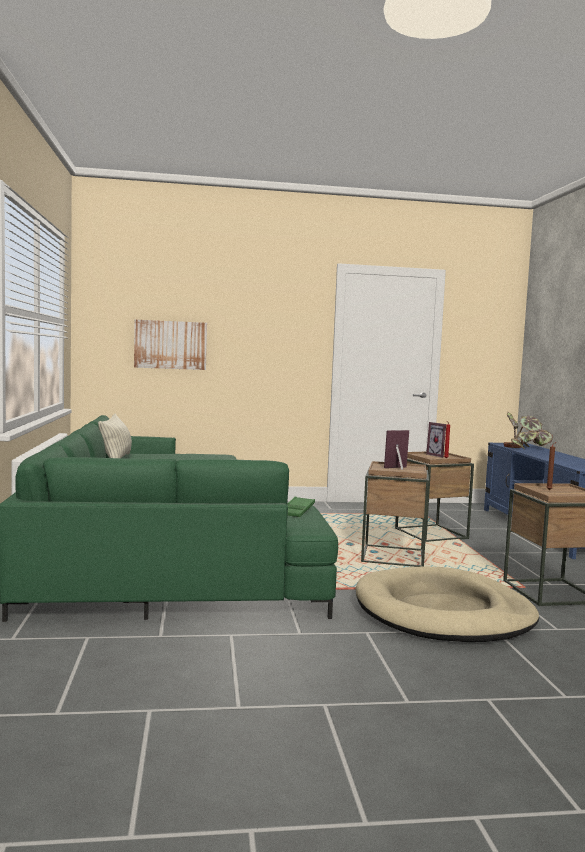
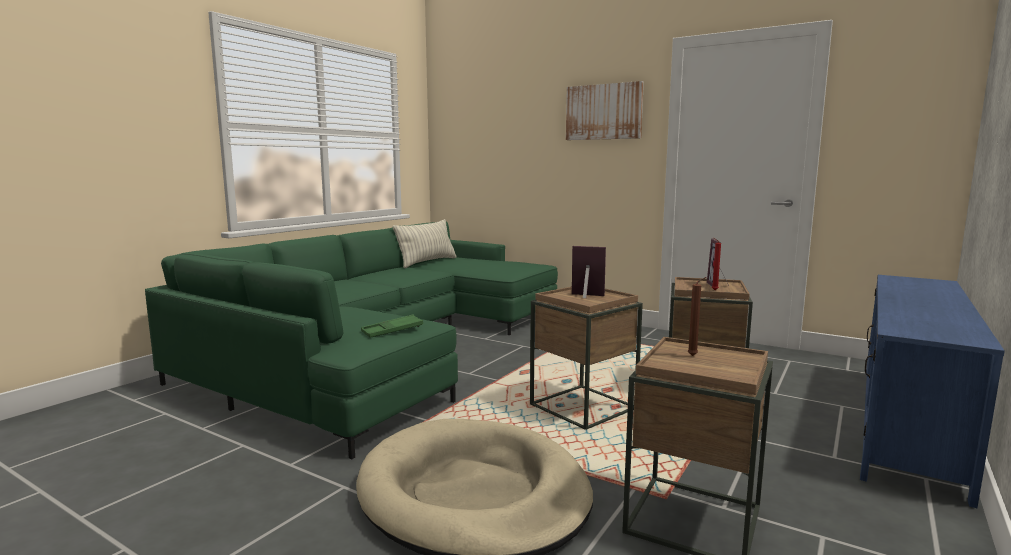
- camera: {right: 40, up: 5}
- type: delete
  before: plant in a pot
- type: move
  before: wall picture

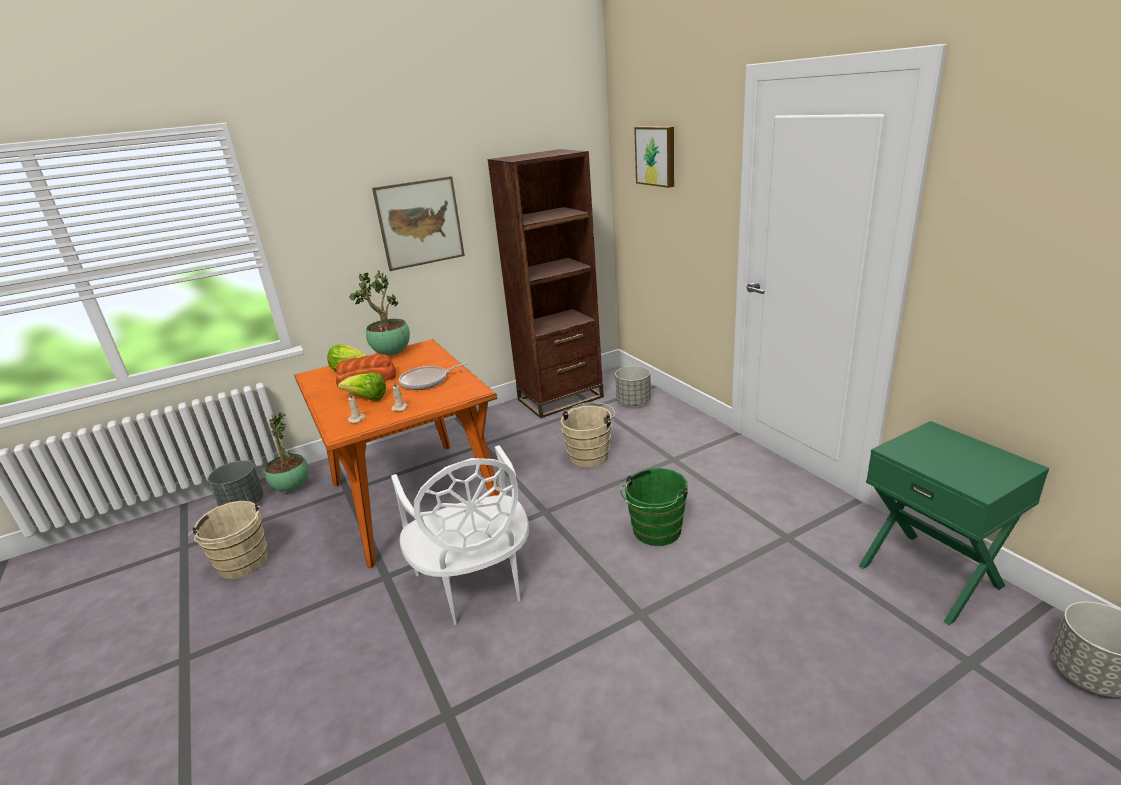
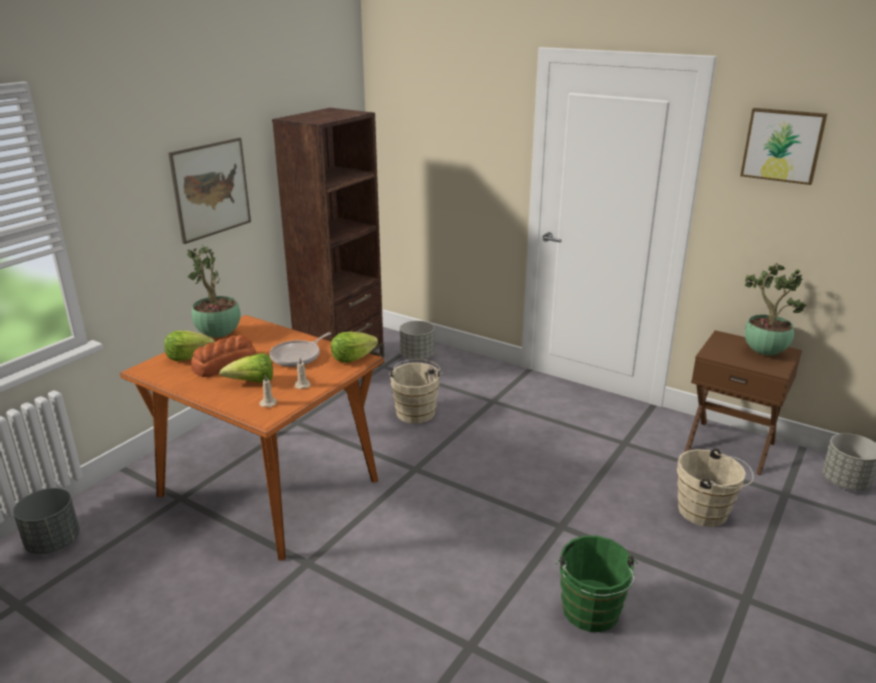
- camera: {right: -30, up: 0}
- type: delete
  before: whitish plain chair
- type: insert
  after: lettuce head (3rd from left)
- type: move
  before: sand-coloured bucket (1st from left in the first image)
  after: sand-coloured bucket (2nd from left)
- type: move
  before: plant in a pot (1st from left in the first image)
  after: plant in a pot (2nd from left)
- type: move
  before: green-coloured bucket
- type: move
  before: wall picture (2nd from left)
- type: recolor
  before: green-coloured nightstand
  after: brownish nightstand

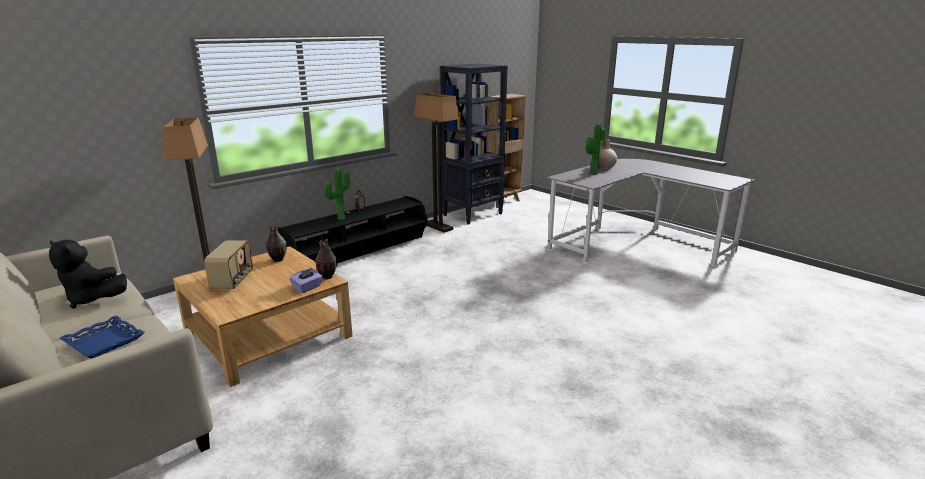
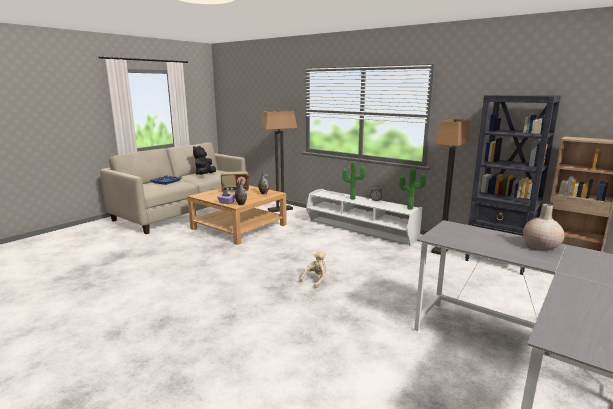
- camera: {right: 80, up: -5}
- type: insert
  after: sand-coloured soft toy
- type: move
  before: plant in a pot (2nd from left)
- type: recolor
  before: black tv stand
  after: whitish tv stand

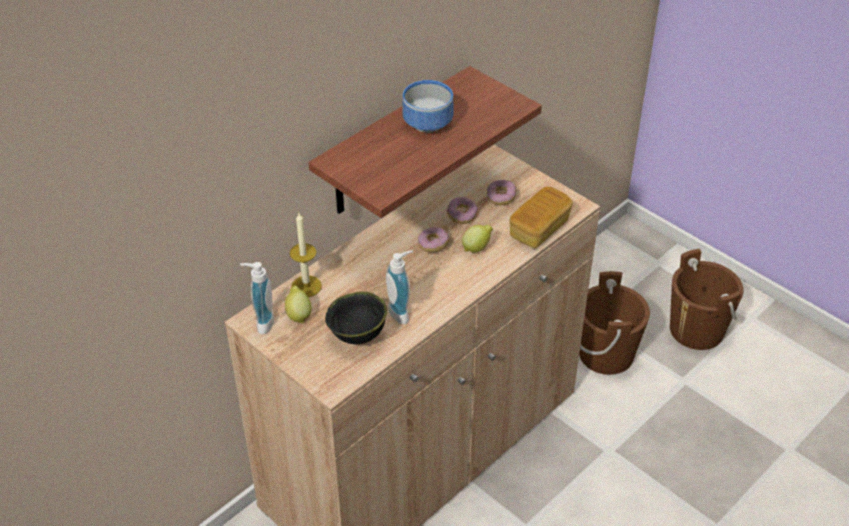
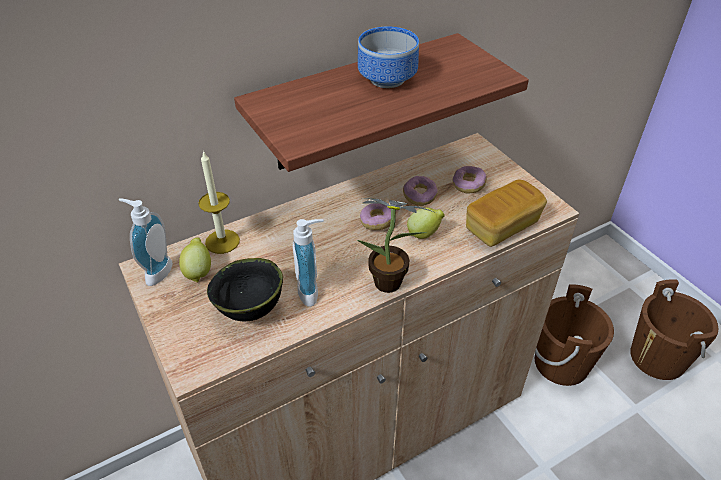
- camera: {right: 15, up: 0}
- type: insert
  after: plant in a pot

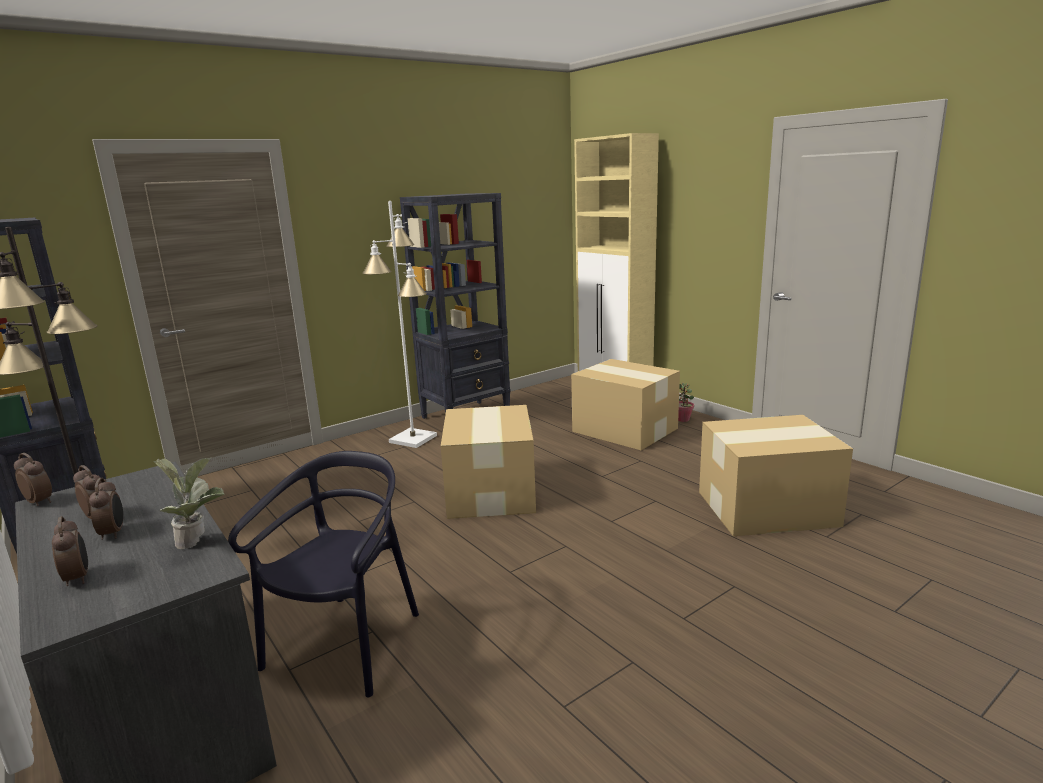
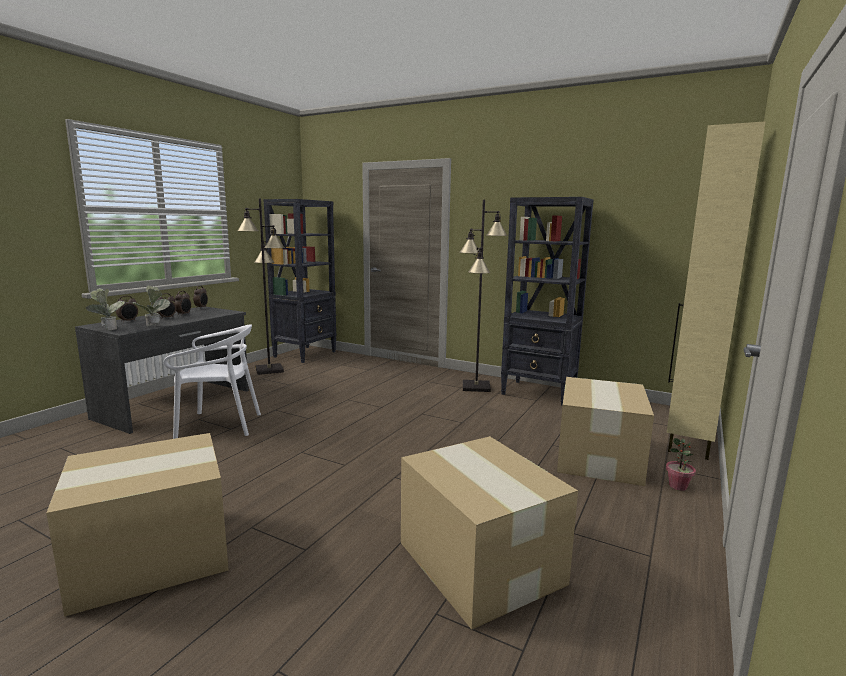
- camera: {right: 65, up: -5}
- type: insert
  after: plant in a pot (1st from left)
- type: move
  before: packing box (1st from left)
- type: recolor
  before: black plain chair
  after: whitish plain chair
- type: recolor
  before: whitish floor lamp
  after: black floor lamp (2nd from left)

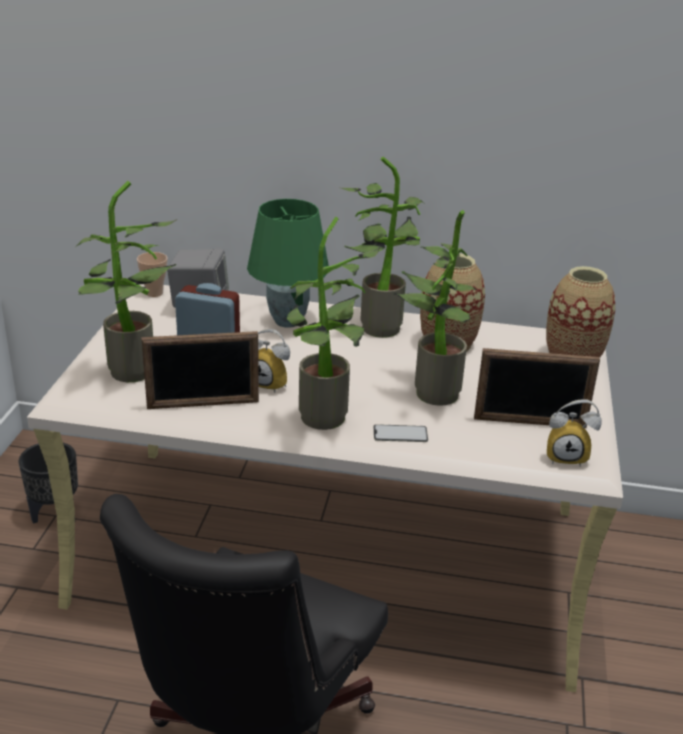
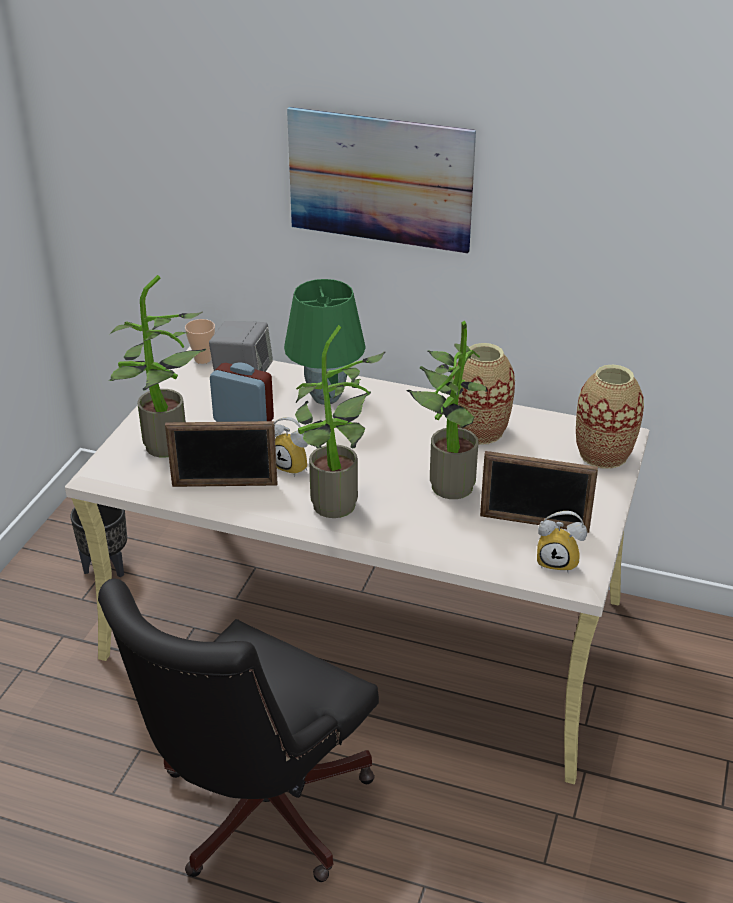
- camera: {right: 10, up: 5}
- type: delete
  before: plant in a pot (3rd from left)
- type: delete
  before: phone
- type: insert
  after: wall picture

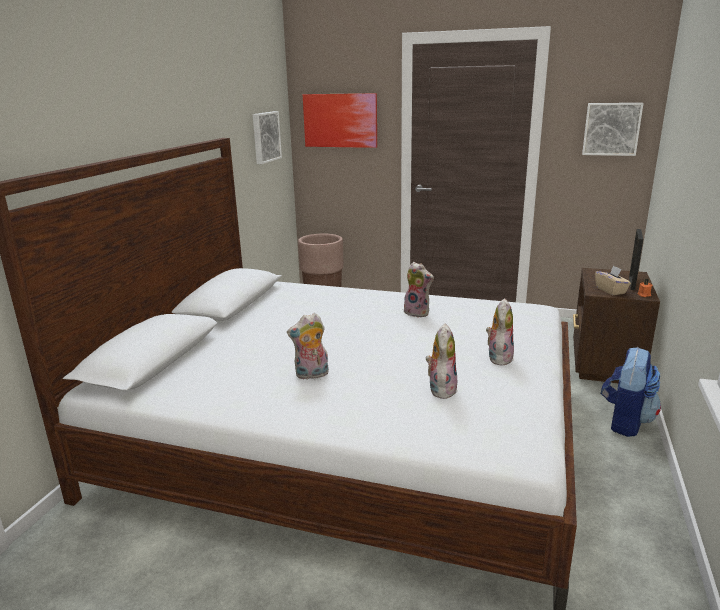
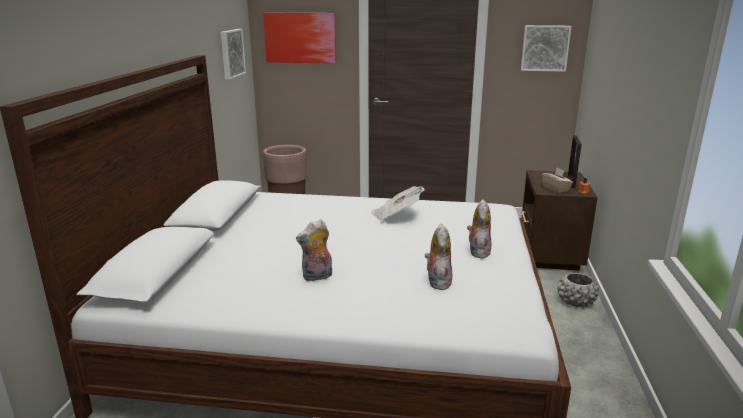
- camera: {right: -10, up: 0}
- type: replace
  before: soft toy (2nd from left)
  after: newspaper
- type: replace
  before: backpack
  after: greyish plant pot

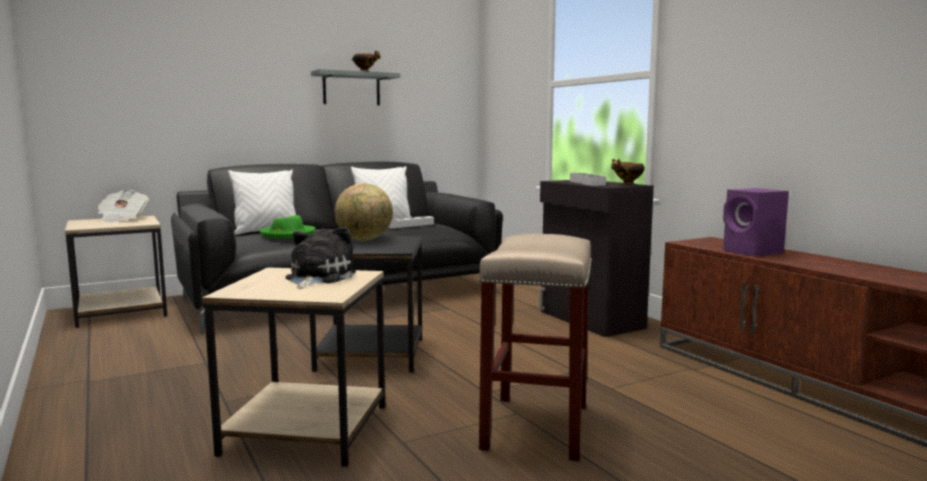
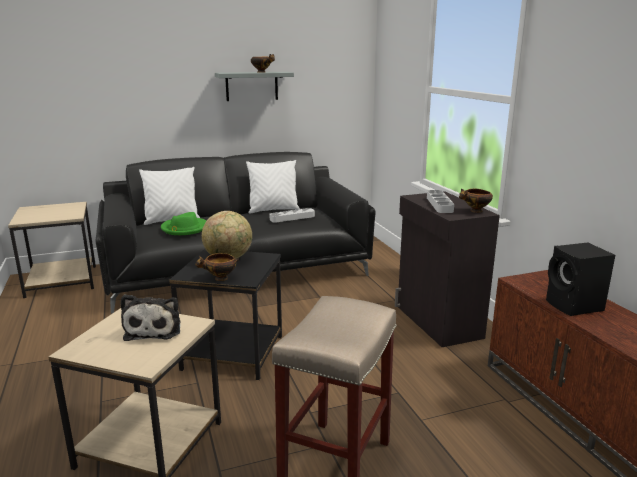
- camera: {right: 10, up: 10}
- type: delete
  before: newspaper
- type: insert
  after: deep dish (1st from left)
- type: recolor
  before: purple-coloured audio speaker
  after: black audio speaker
- type: rotate
  before: soft toy
  turn: 150

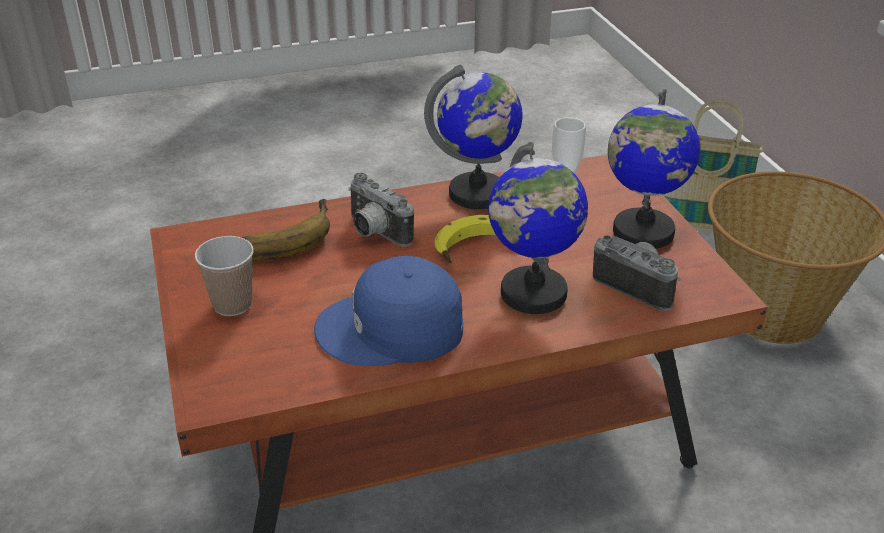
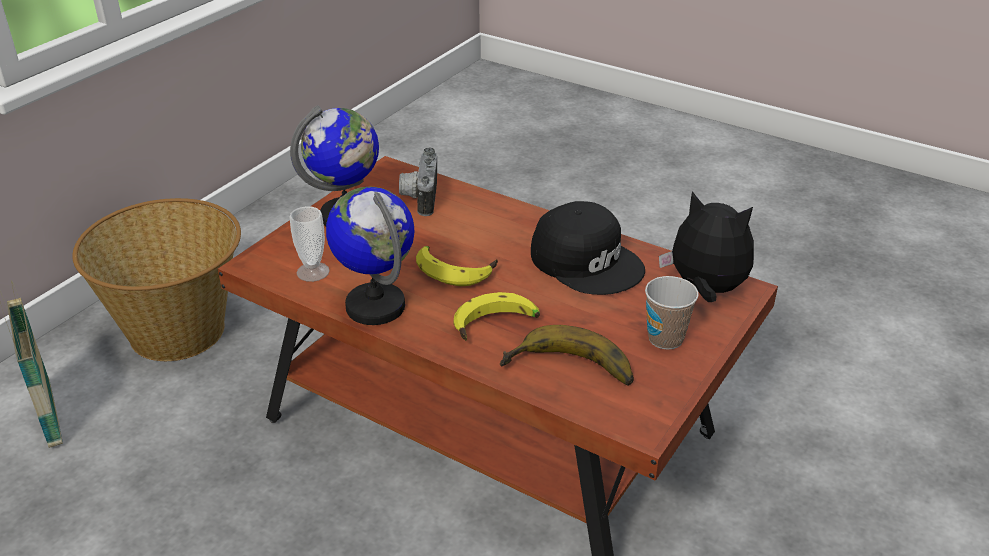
- camera: {right: -130, up: 0}
- type: delete
  before: globe (2nd from left)
- type: insert
  after: soft toy
- type: replace
  before: still camera (1st from left)
  after: whole banana (2nd from left)
- type: recolor
  before: blue peaked cap
  after: black peaked cap

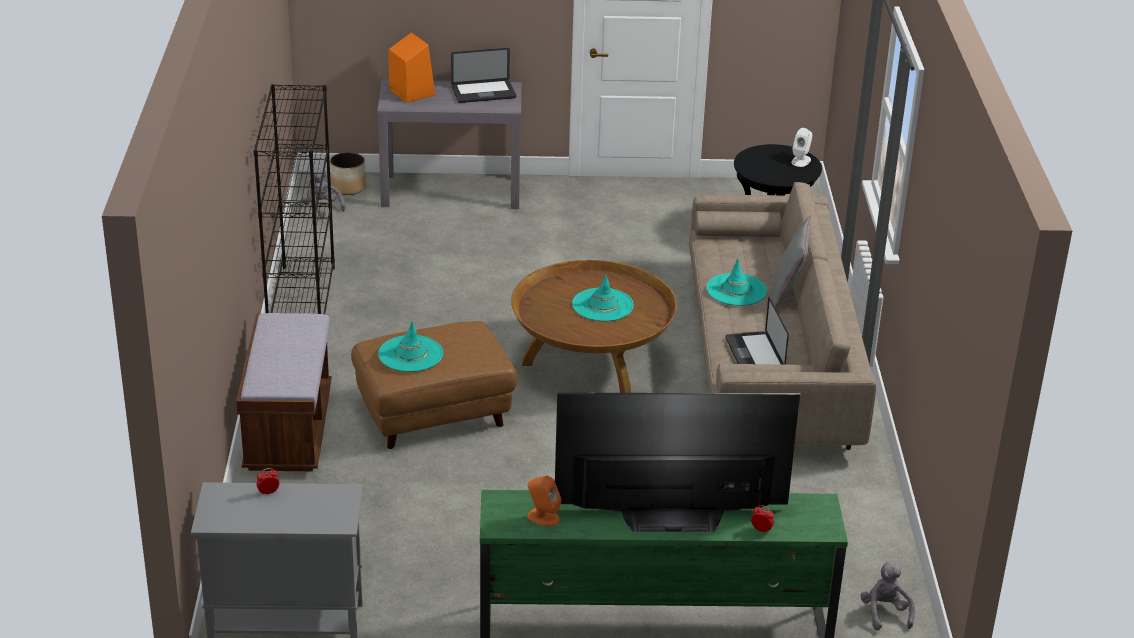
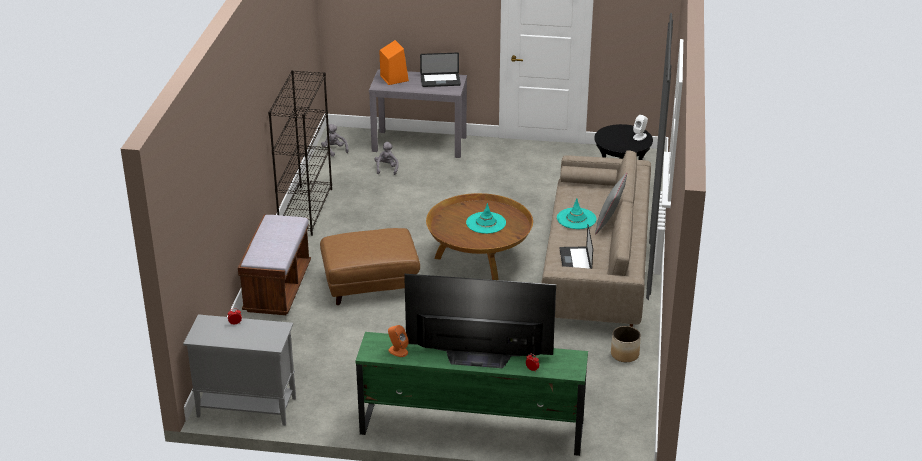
- camera: {right: 10, up: 0}
- type: delete
  before: turquoise clothing hat (1st from left)
- type: move
  before: plant pot
- type: move
  before: greyish soft toy (2nd from left)

